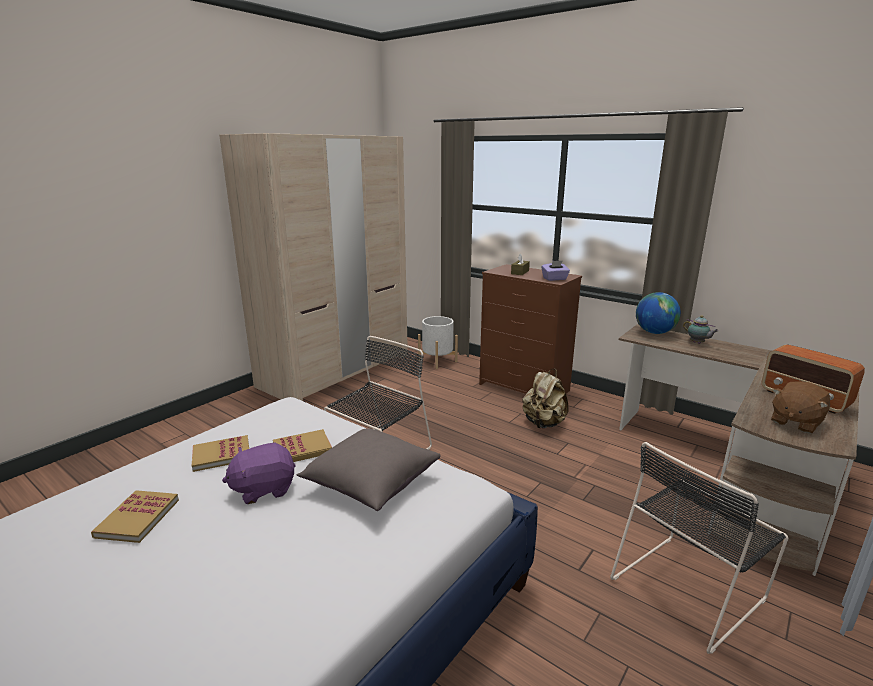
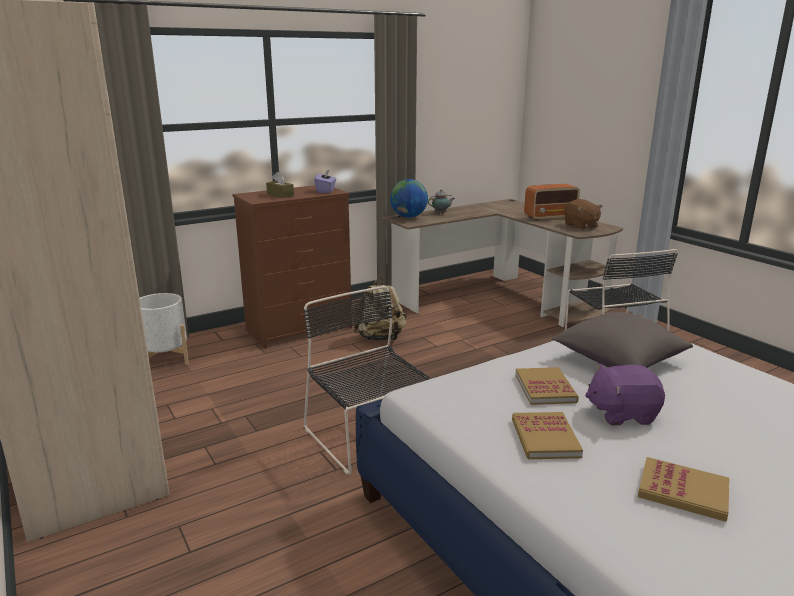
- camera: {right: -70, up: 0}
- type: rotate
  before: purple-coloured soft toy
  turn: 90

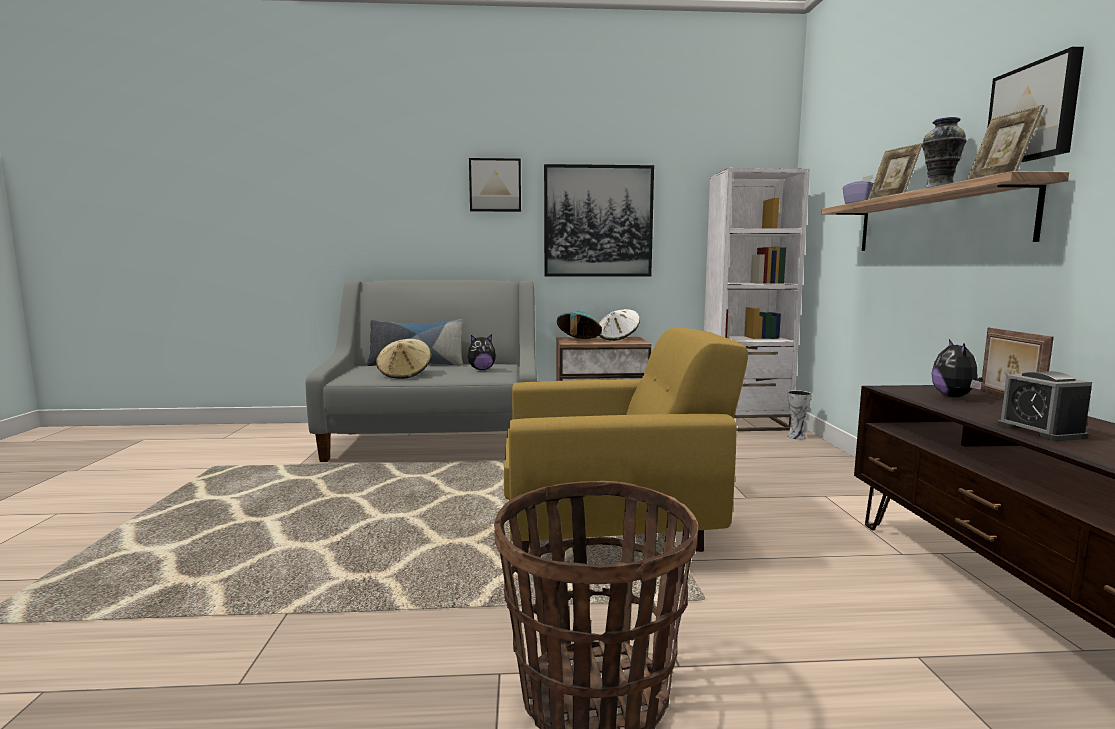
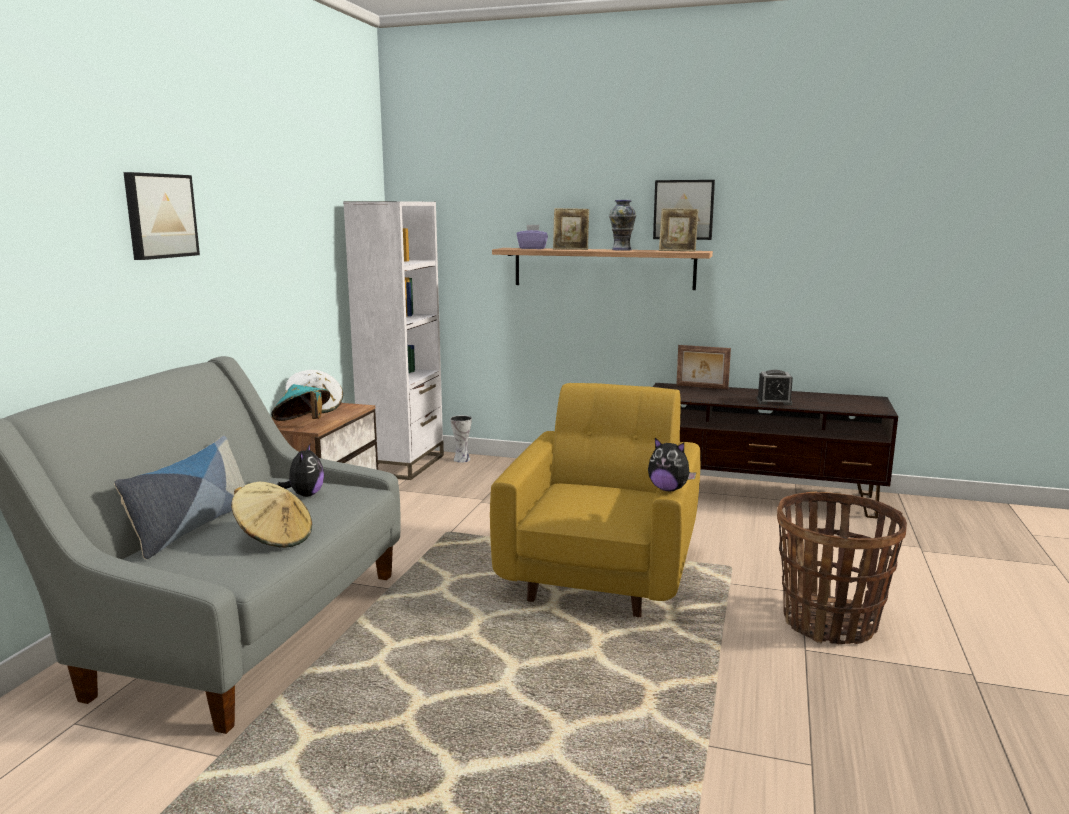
- camera: {right: -70, up: 5}
- type: delete
  before: wall picture (2nd from left)
- type: move
  before: soft toy (2nd from left)

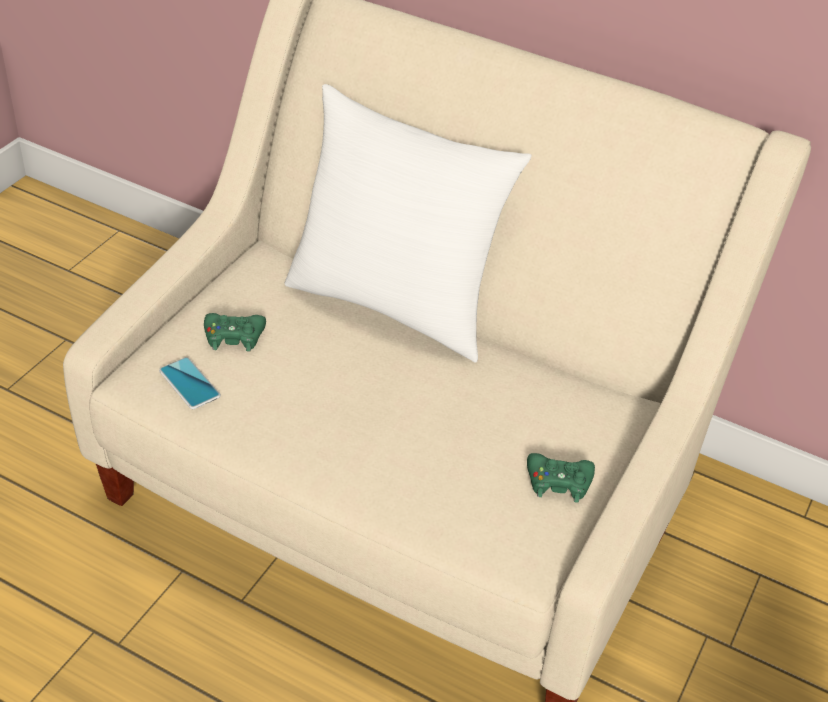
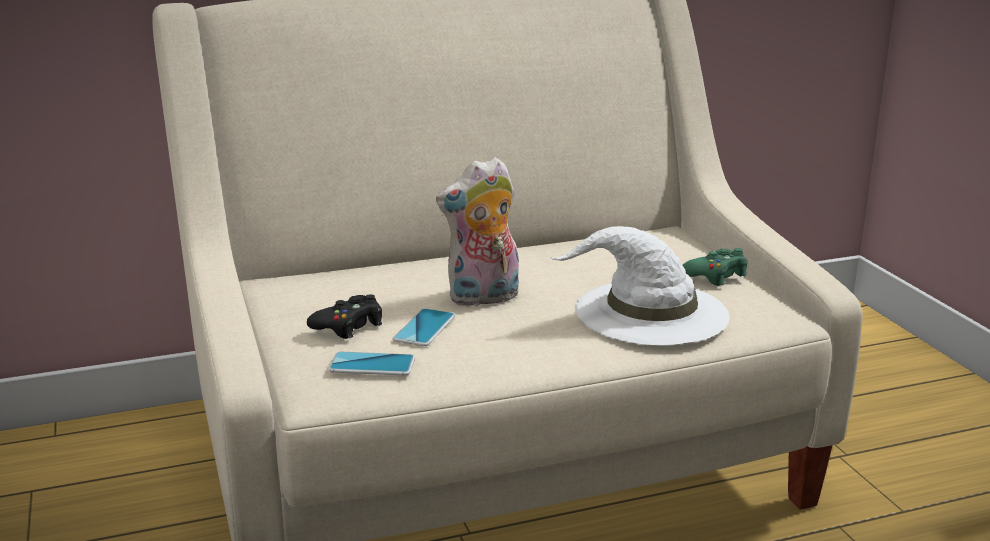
- camera: {right: -45, up: -20}
- type: delete
  before: whitish throw pillow
- type: insert
  after: phone (2nd from left)
- type: insert
  after: soft toy
- type: insert
  after: whitish clothing hat
- type: recolor
  before: green-coloured gamepad (1st from left)
  after: black gamepad

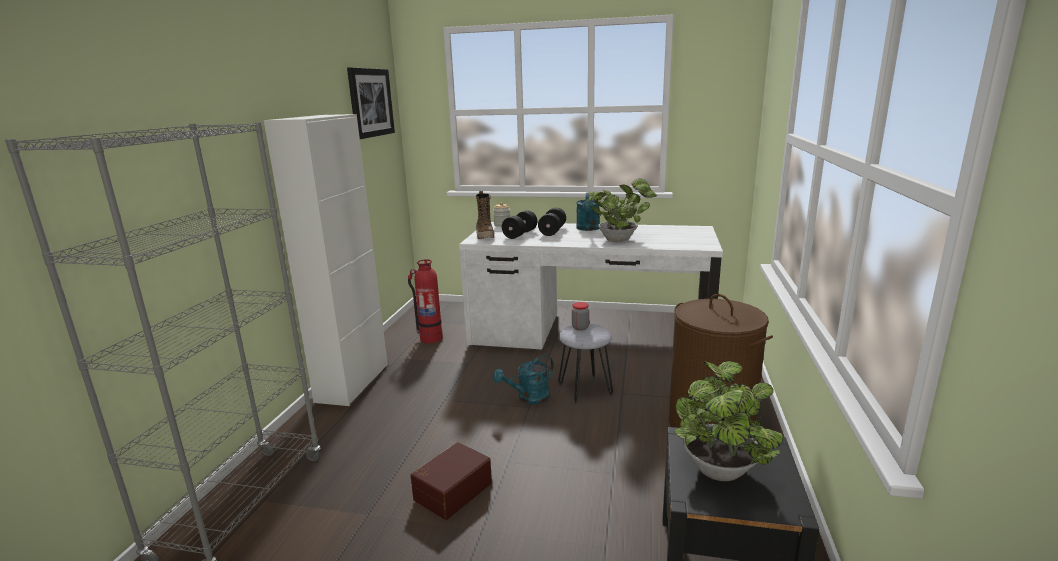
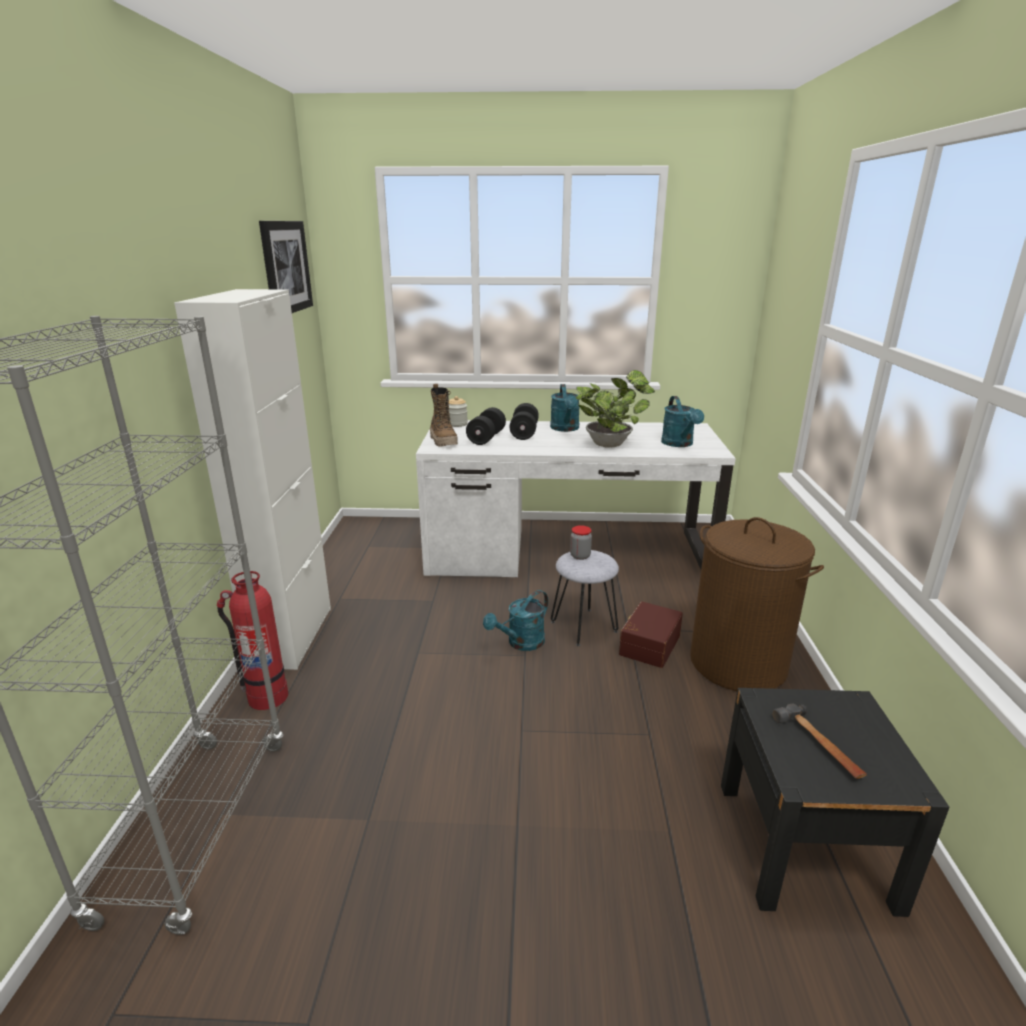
- camera: {right: -10, up: 5}
- type: insert
  after: turquoise watering can (3rd from left)
- type: move
  before: fire extinguisher
- type: move
  before: brownish storage bin
- type: replace
  before: plant in a pot (2nd from left)
  after: hand hammer

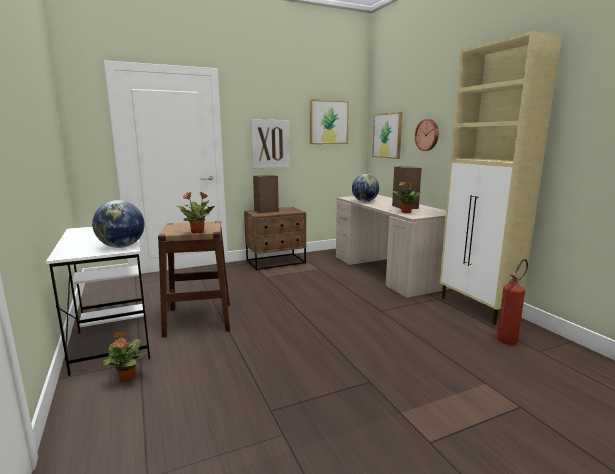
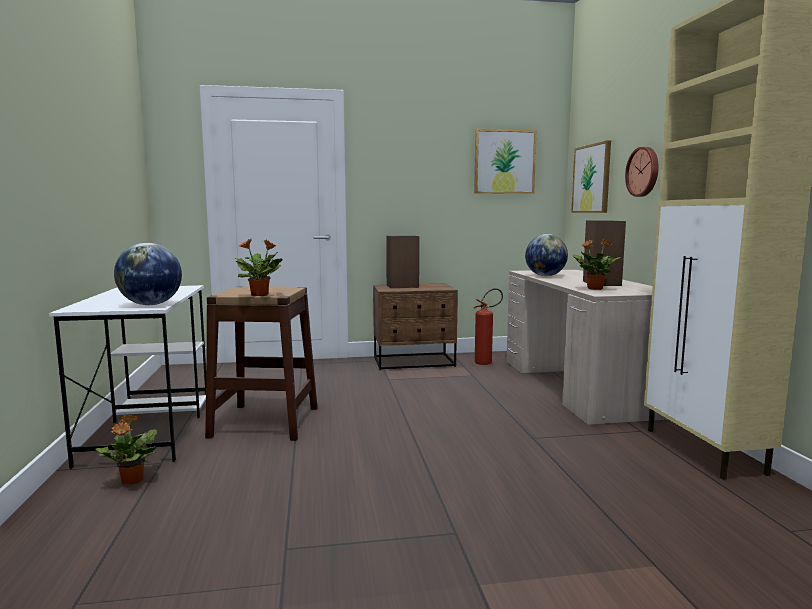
- camera: {right: 15, up: -5}
- type: delete
  before: wall picture (1st from left)
- type: move
  before: fire extinguisher

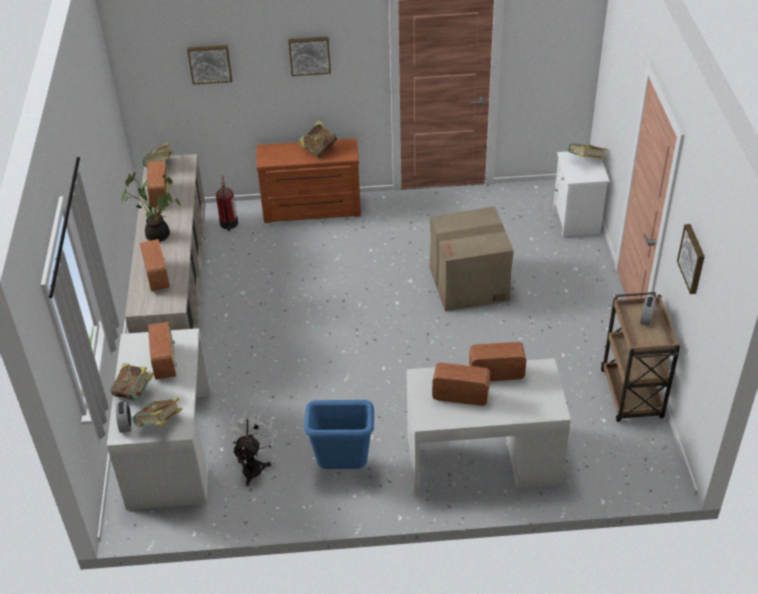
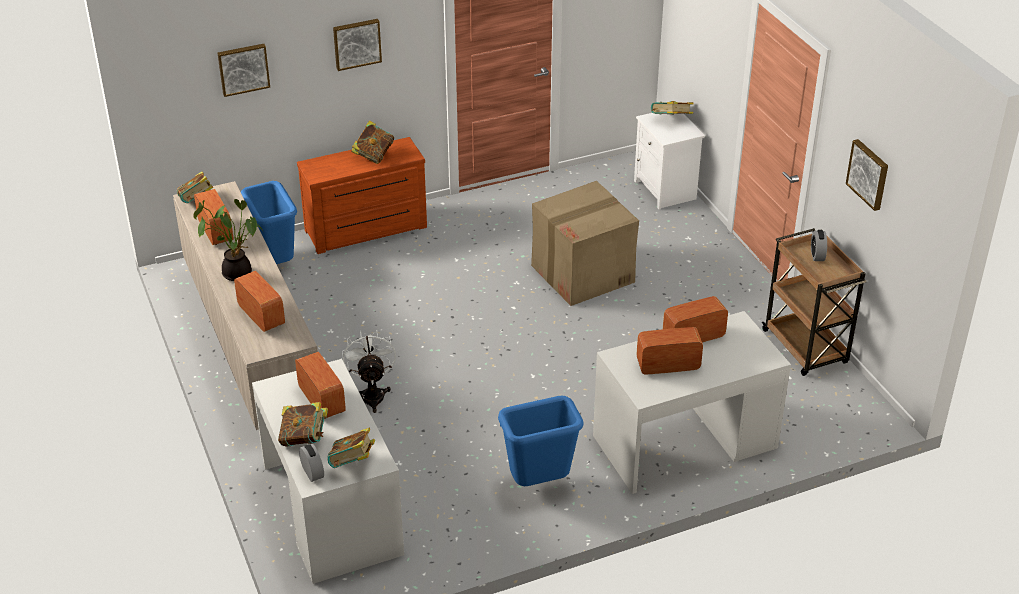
- camera: {right: -20, up: -5}
- type: move
  before: whitish electric fan
- type: replace
  before: fire extinguisher
  after: blue trash can (1st from left)

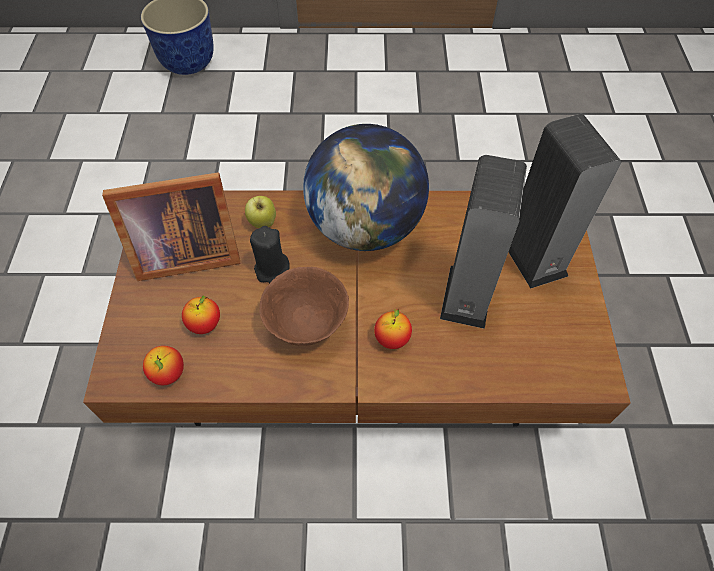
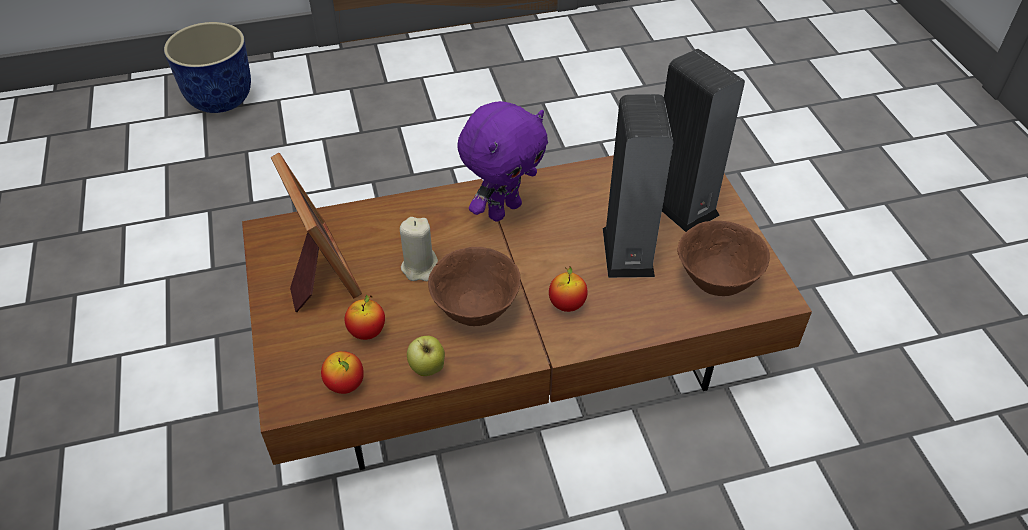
- camera: {right: -15, up: -10}
- type: insert
  after: brownish deep dish (2nd from left)
- type: move
  before: whole apple (3rd from left)
- type: replace
  before: globe
  after: purple-coloured soft toy
- type: recolor
  before: black wax candle
  after: sand-coloured wax candle
- type: rotate
  before: picture frame
  turn: -90

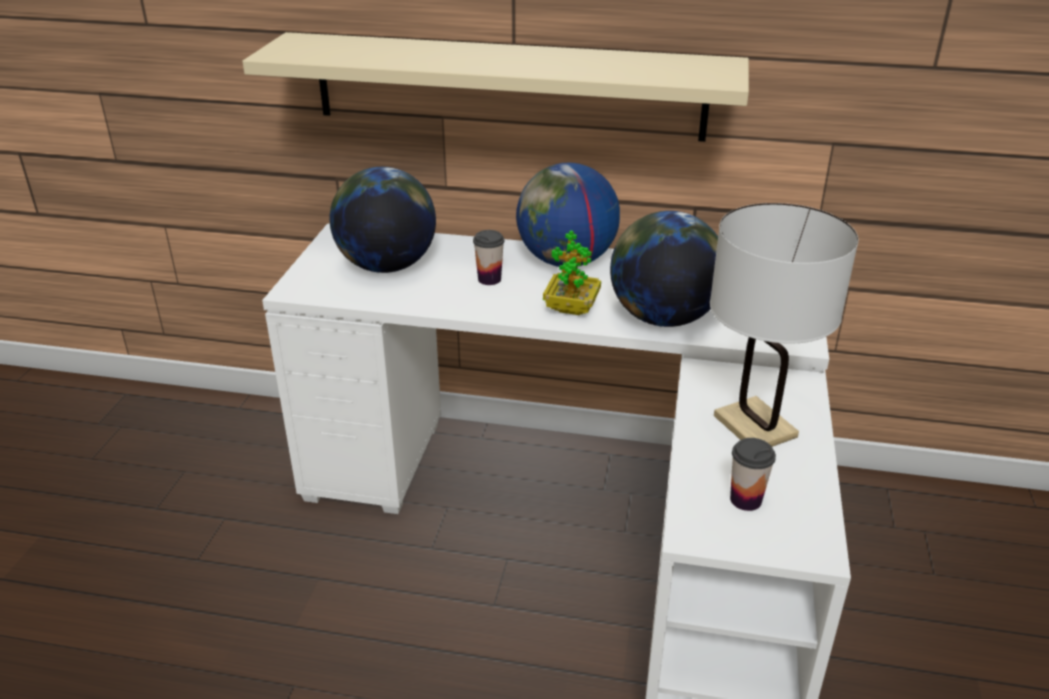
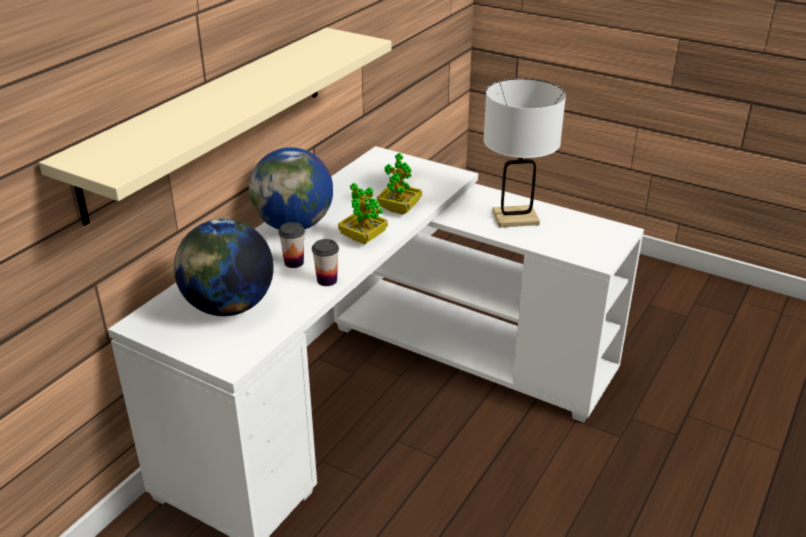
- camera: {right: -70, up: 0}
- type: move
  before: drinking cup (2nd from left)
- type: replace
  before: globe (3rd from left)
  after: plant in a pot (2nd from left)

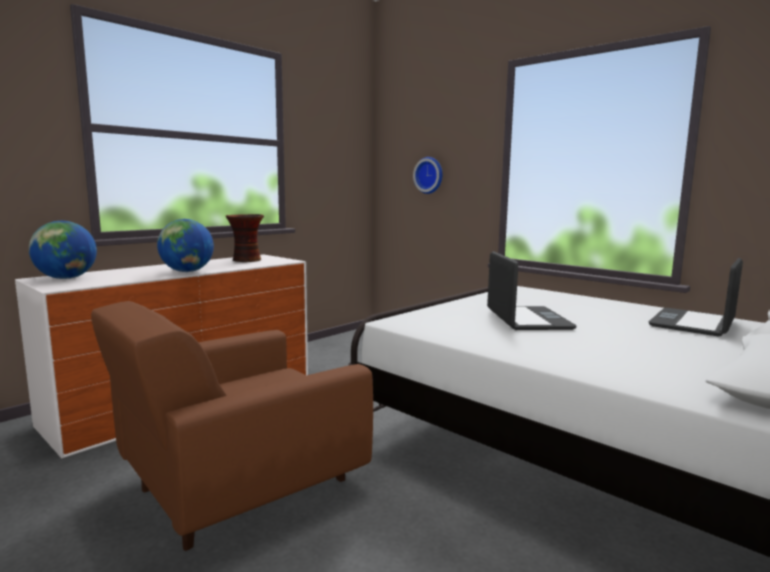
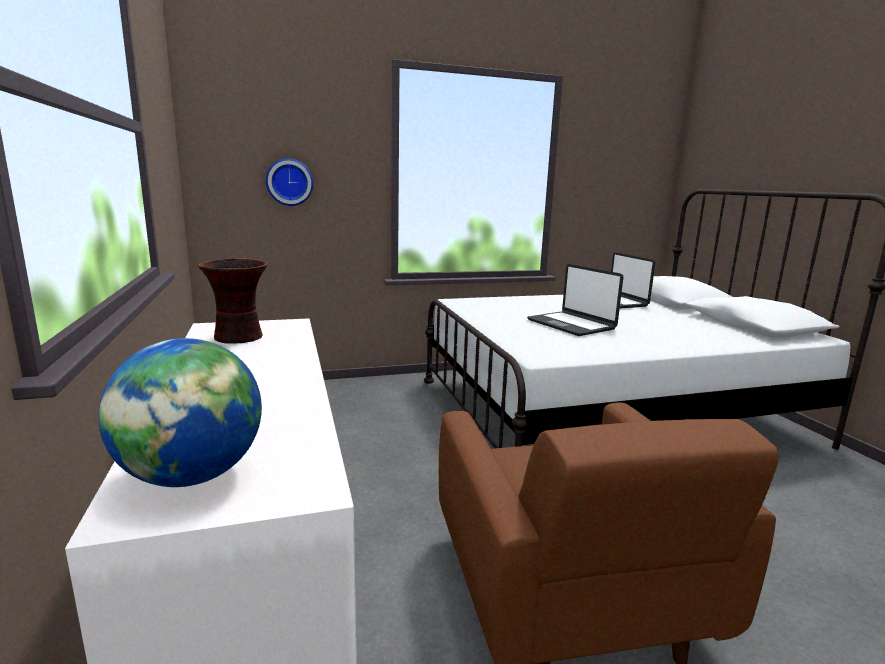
- camera: {right: -60, up: 5}
- type: delete
  before: globe (2nd from left)
- type: rotate
  before: notebook computer (1st from left)
  turn: -150

